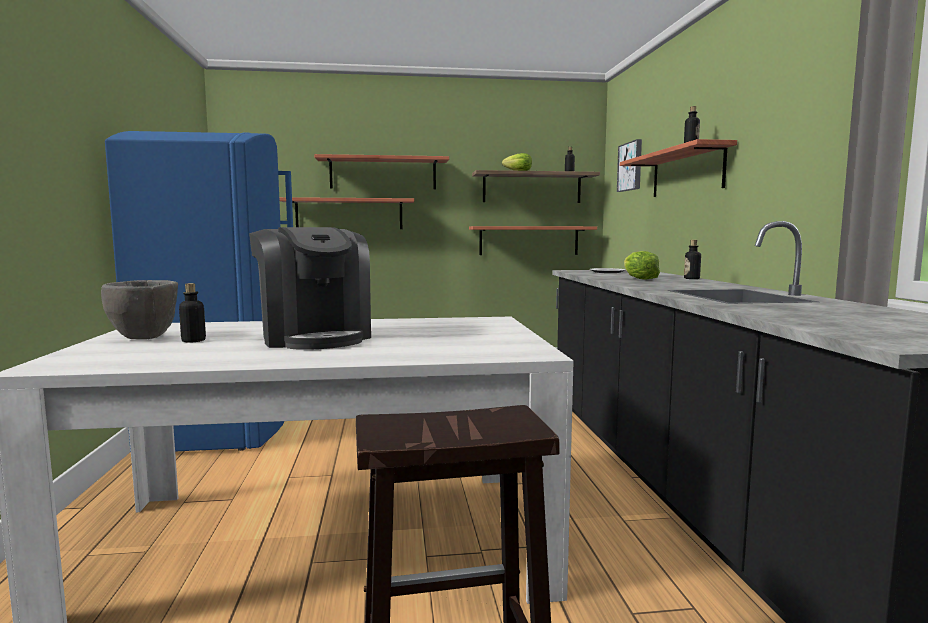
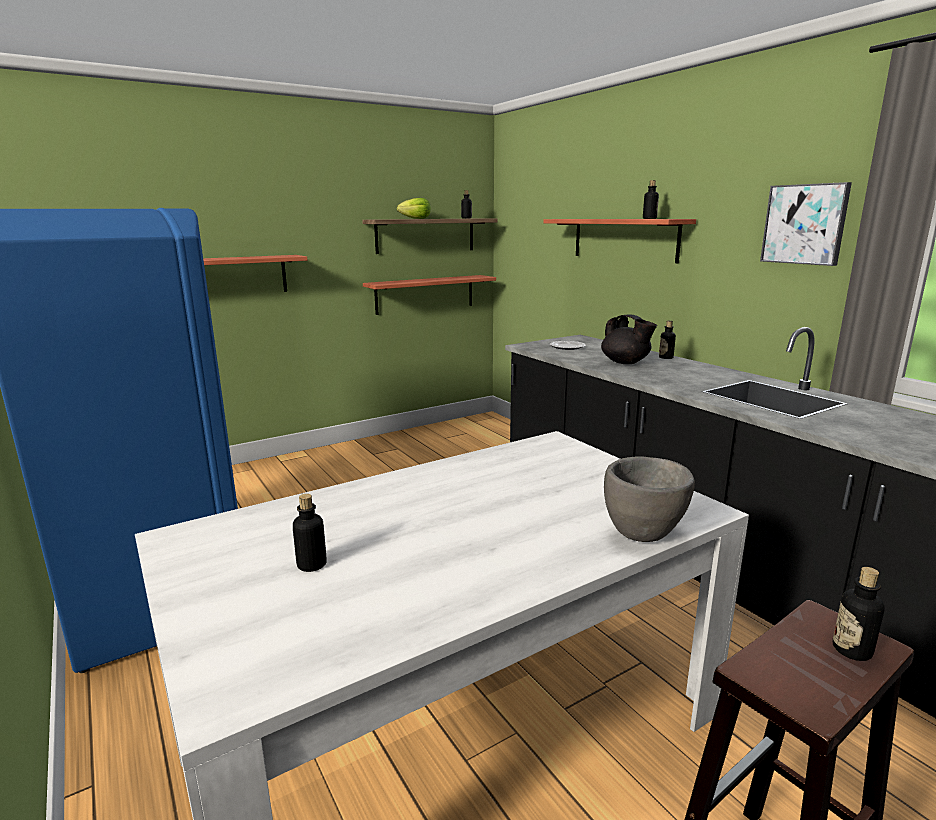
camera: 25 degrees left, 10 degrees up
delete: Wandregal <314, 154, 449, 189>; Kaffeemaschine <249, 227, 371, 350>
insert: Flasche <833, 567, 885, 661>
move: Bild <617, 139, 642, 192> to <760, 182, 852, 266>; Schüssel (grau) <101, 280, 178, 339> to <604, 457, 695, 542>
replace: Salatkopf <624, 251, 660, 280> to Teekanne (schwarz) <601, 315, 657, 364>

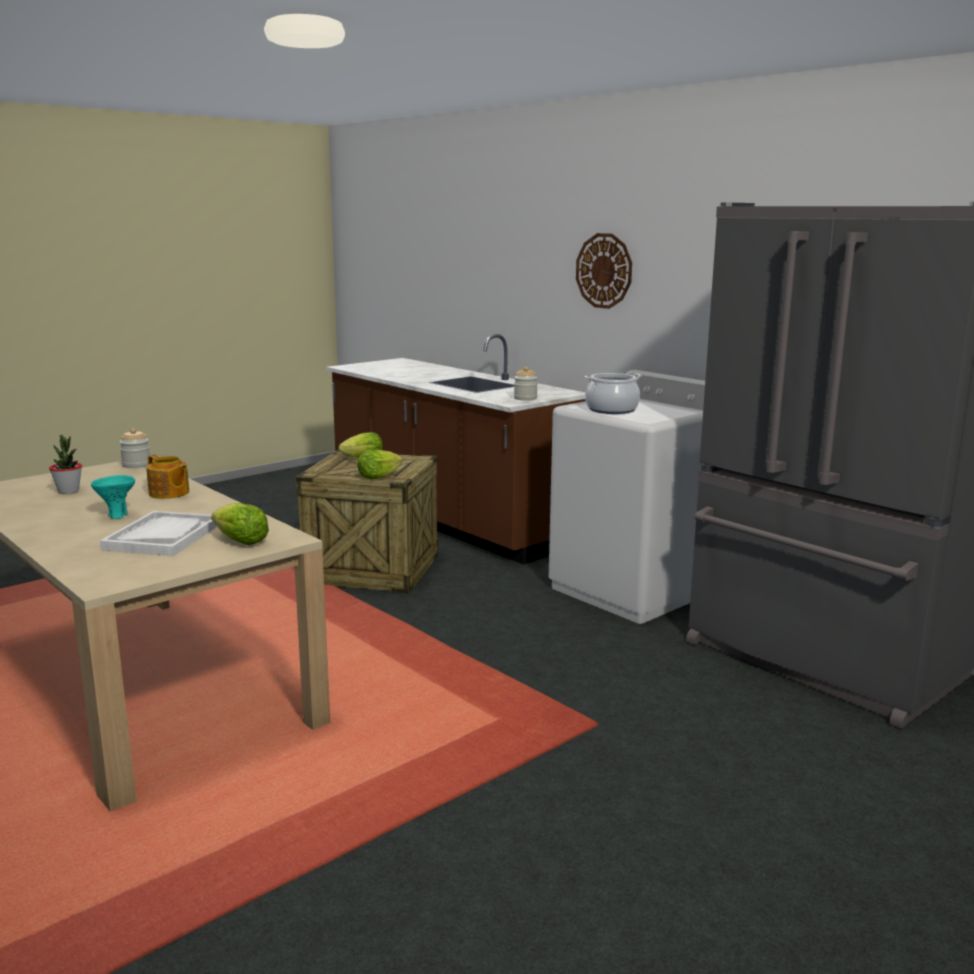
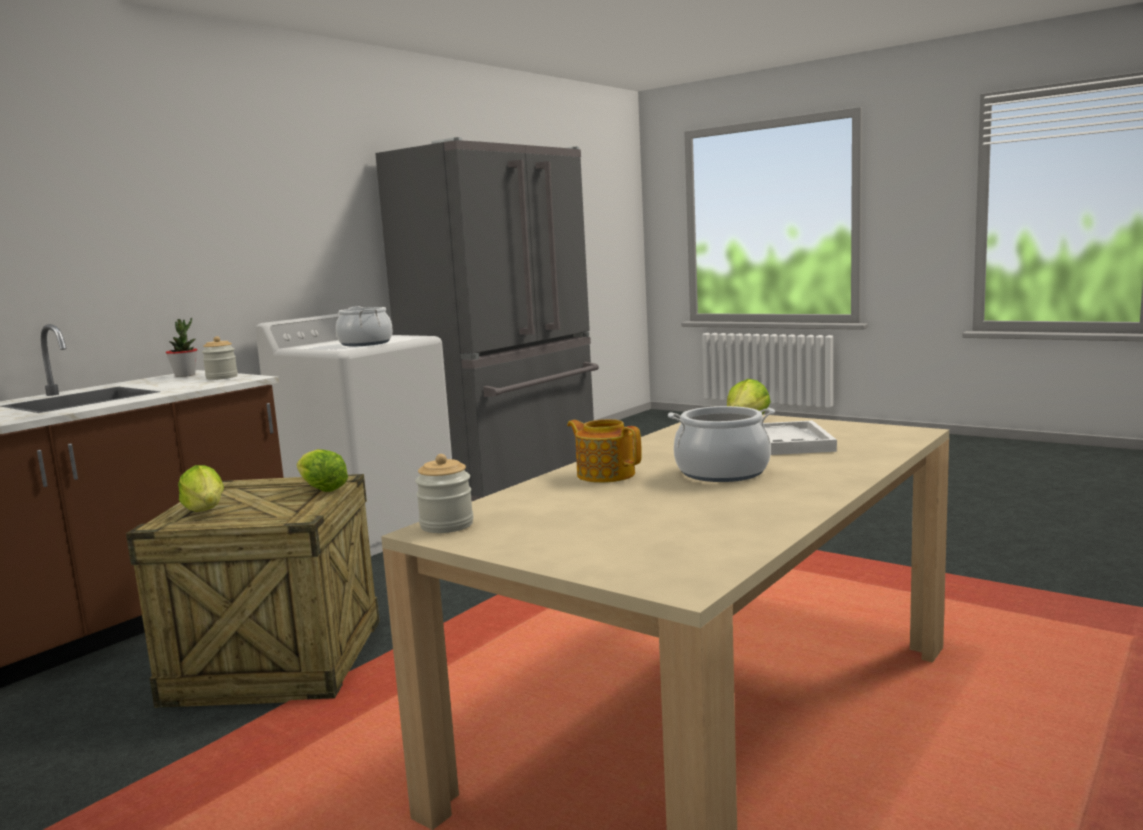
camera: 100 degrees left, 5 degrees down
delete: Wanduhr <576, 233, 632, 309>
move: Topfpflanze <49, 435, 82, 494> to <166, 318, 197, 377>
replace: Schüssel (türkis) <91, 475, 135, 519> to Kochtopf <668, 406, 775, 482>
rotate: Teekanne <146, 455, 189, 499> = <567, 419, 642, 483> 75 degrees counterclockwise

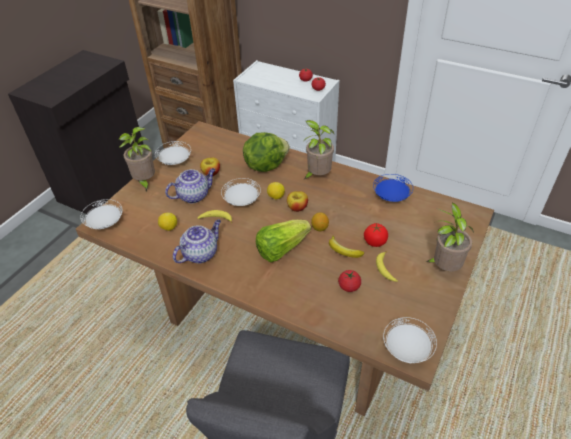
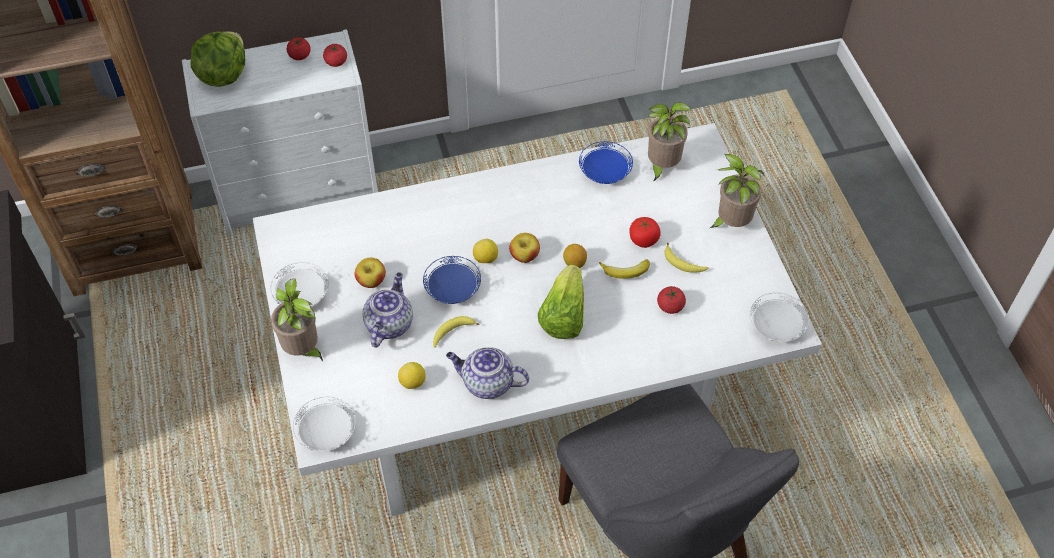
camera: 45 degrees left, 10 degrees up
move: Topfpflanze <303, 120, 335, 180> to <648, 102, 691, 182>; Salatkopf <243, 132, 290, 172> to <191, 31, 245, 87>
recolor: Esstisch (braun) <76, 121, 494, 416> to Esstisch (weiß) <253, 123, 822, 516>; Teller (weiß) <221, 178, 261, 206> to Teller (blau) <423, 256, 481, 304>
rotate: Teekanne <173, 220, 221, 263> = <446, 347, 529, 399> 75 degrees counterclockwise

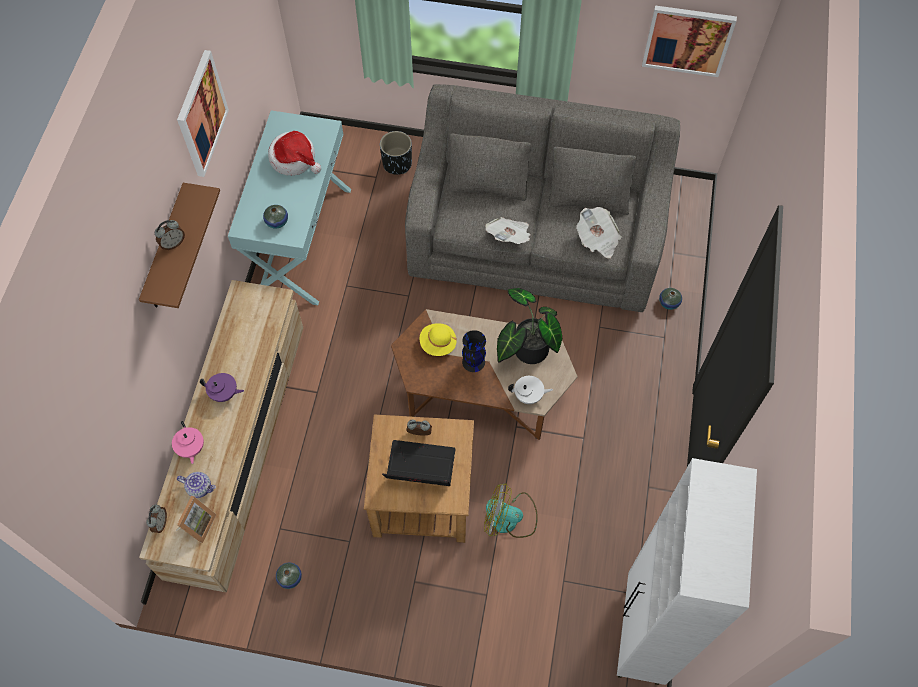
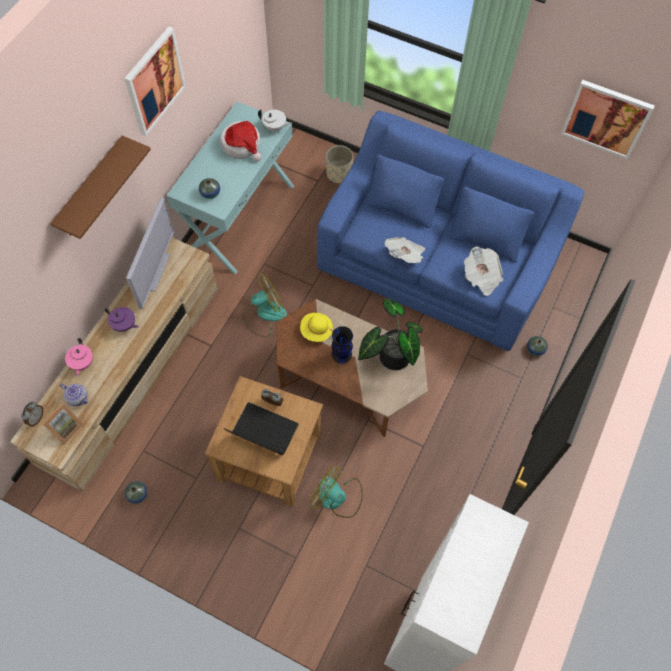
camera: 15 degrees right, 0 degrees up
delete: Wecker <155, 220, 185, 250>
insert: Fernseher <126, 197, 174, 309>; Ventilator <243, 274, 287, 337>
move: Teekanne (weiß) <508, 376, 553, 404> to <258, 109, 292, 132>
recolor: Sofa (grau) <405, 84, 680, 312> to Sofa (blau) <317, 111, 584, 351>; Pflanzkübel (schwarz) <380, 131, 412, 175> to Pflanzkübel (beige) <326, 145, 353, 183>

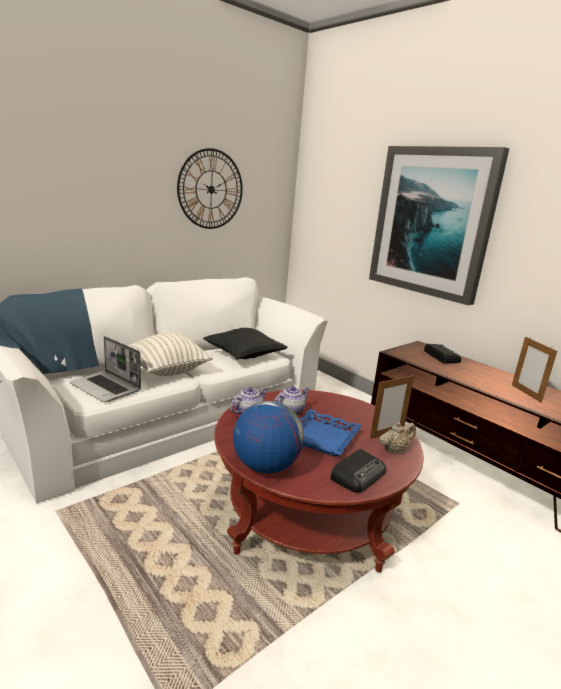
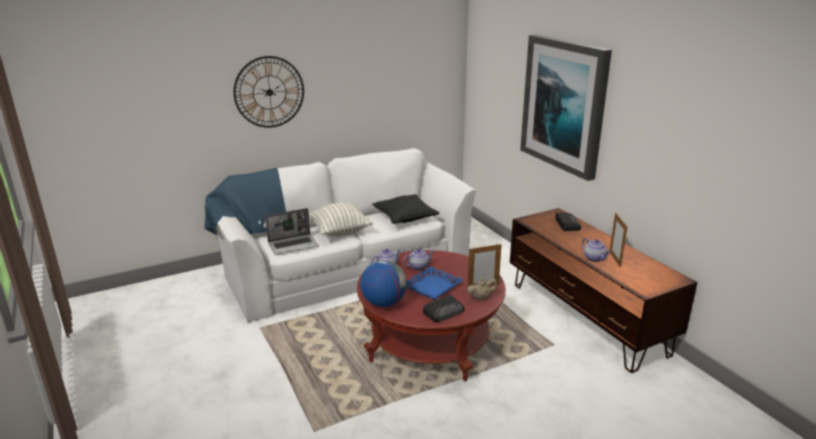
camera: 15 degrees right, 5 degrees up
insert: Teekanne <582, 238, 611, 262>
move: Wanduhr <177, 148, 243, 229> to <234, 56, 304, 128>
rotate: Laptop <70, 336, 141, 402> = <265, 208, 319, 255> 75 degrees counterclockwise

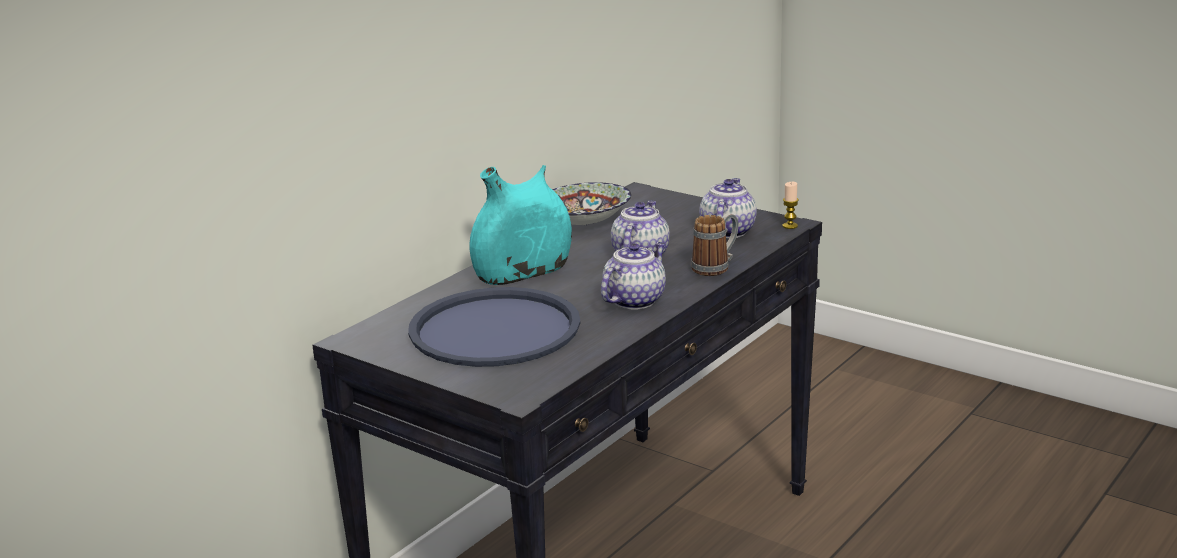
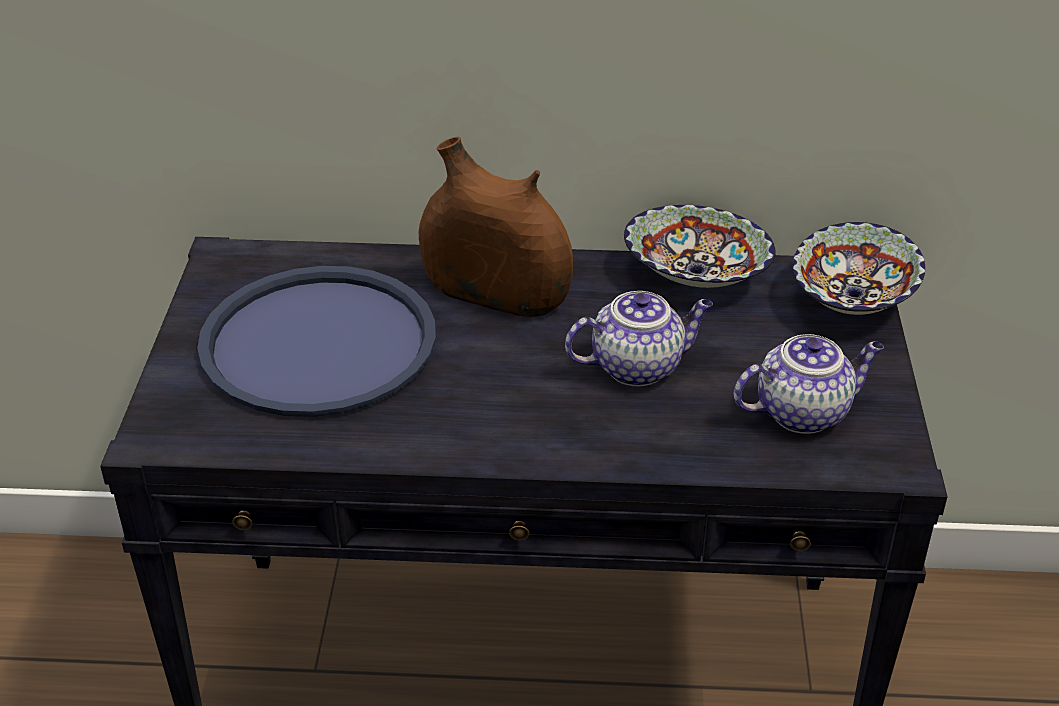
camera: 55 degrees right, 15 degrees up
delete: Kerze <782, 182, 799, 229>; Henkelbecher <691, 213, 739, 276>; Teekanne <601, 242, 666, 310>
insert: Schüssel <793, 222, 925, 315>
recolor: Vase (türkis) <469, 165, 572, 285> to Vase (braun) <419, 137, 573, 317>

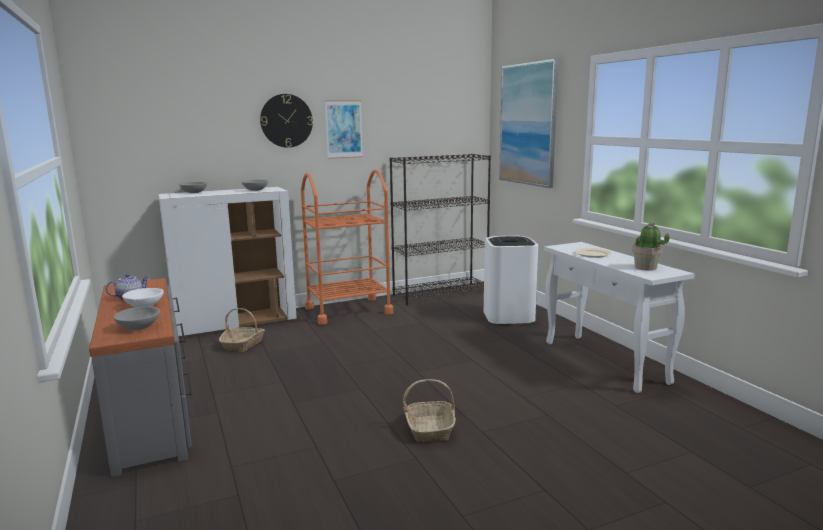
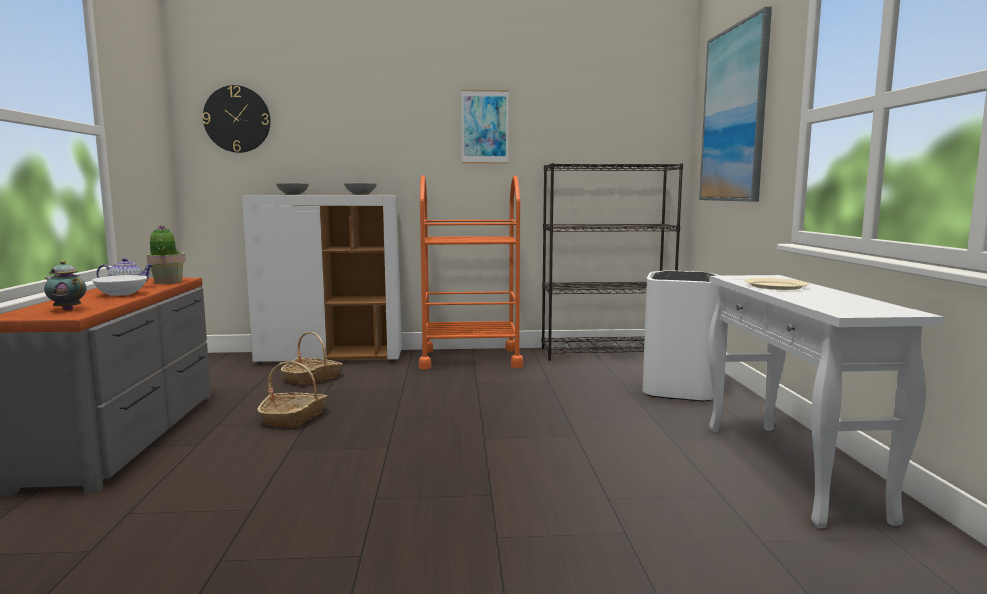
camera: 20 degrees right, 5 degrees down
move: Wanduhr <260, 94, 313, 148> to <202, 85, 271, 153>; Topfpflanze <632, 223, 670, 271> to <147, 226, 186, 284>; Korb <403, 379, 456, 442> to <257, 361, 328, 428>
replace: Schüssel (grau) <114, 306, 160, 330> to Teekanne <44, 261, 86, 310>

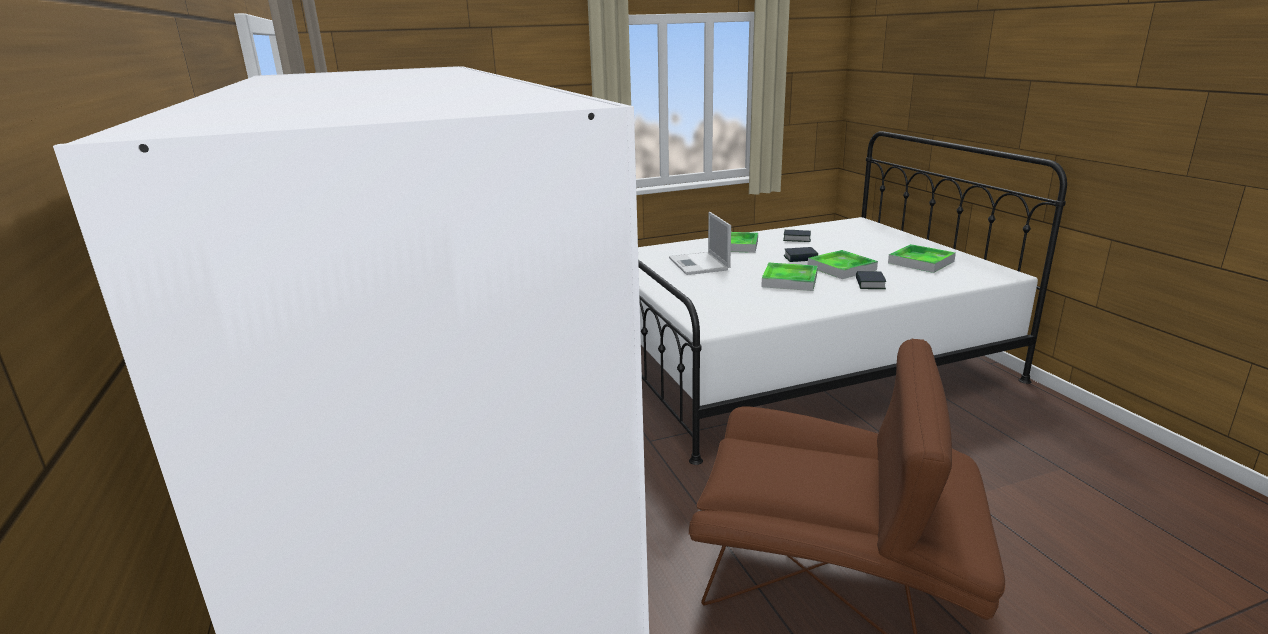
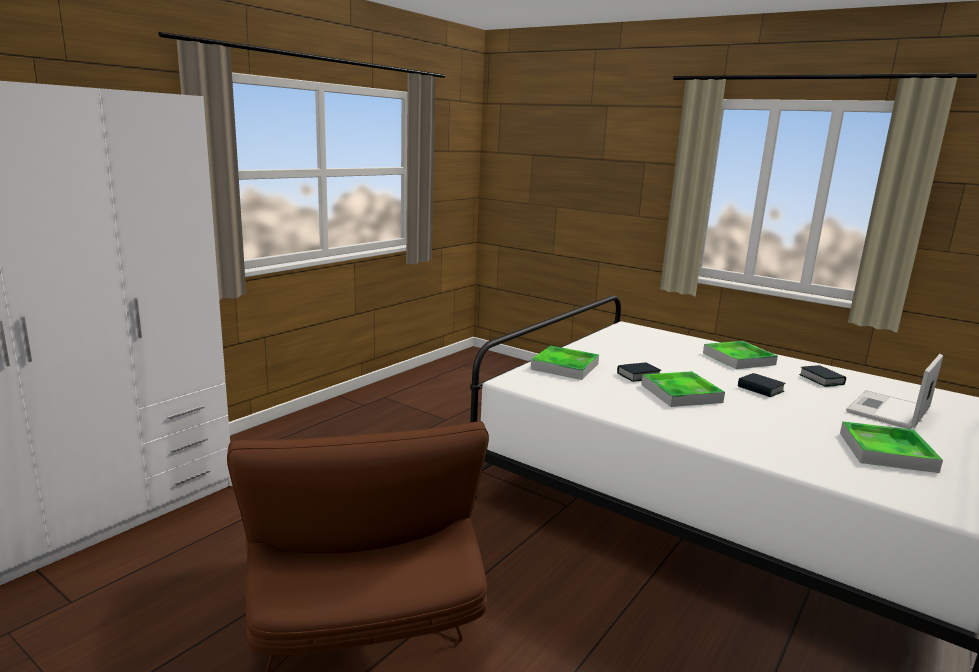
camera: 55 degrees right, 5 degrees down
move: Laptop <669, 212, 731, 275> to <846, 354, 943, 429>; Tablett <808, 250, 878, 279> to <530, 346, 599, 380>; Buch <856, 271, 886, 289> to <617, 362, 661, 382>

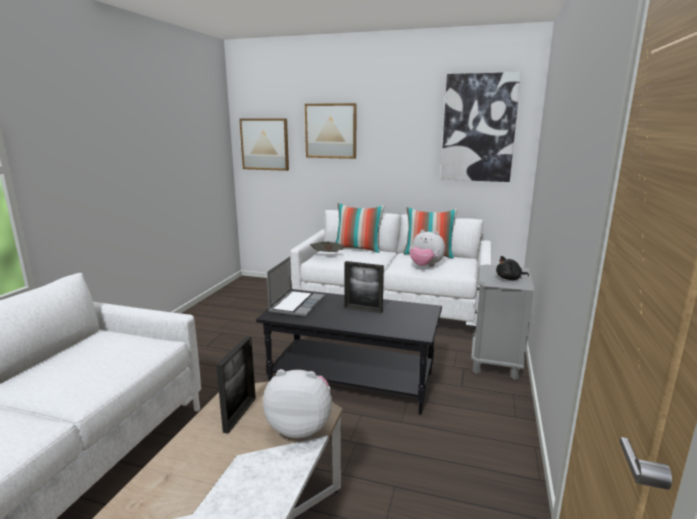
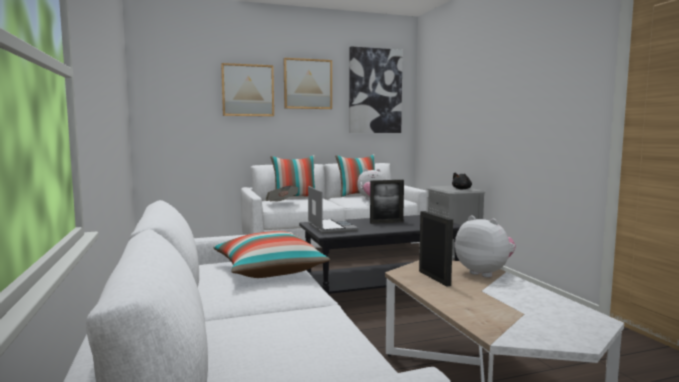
camera: 35 degrees left, 10 degrees down
insert: Kissen <213, 231, 330, 278>
move: Bild <239, 118, 289, 171> to <284, 58, 332, 109>
rotate: Plüschtier <263, 369, 332, 439> = <455, 215, 516, 278> 75 degrees clockwise

